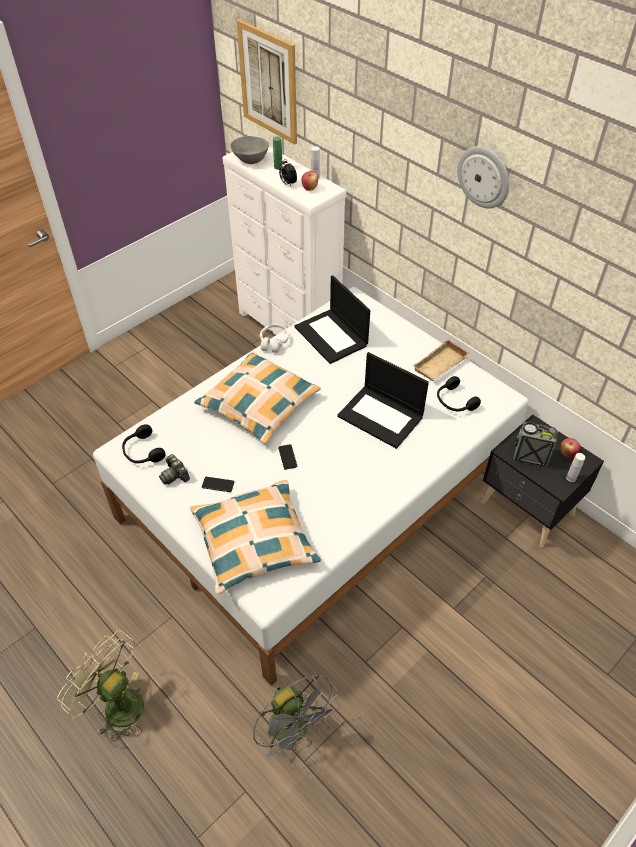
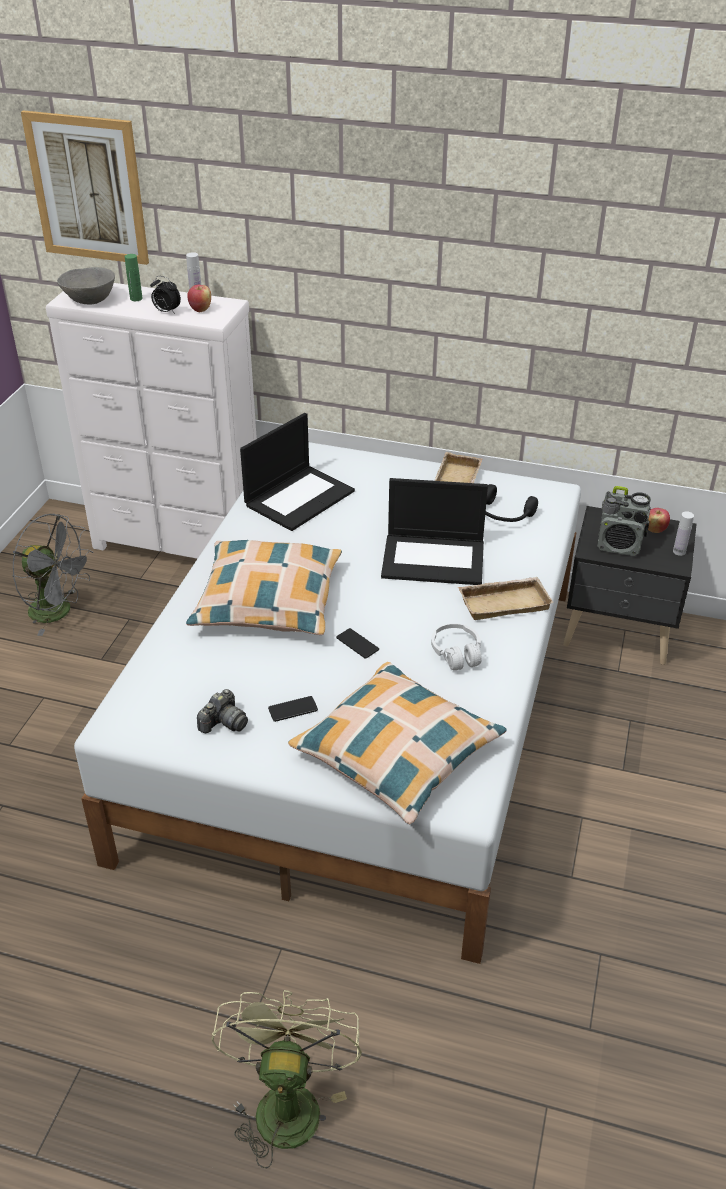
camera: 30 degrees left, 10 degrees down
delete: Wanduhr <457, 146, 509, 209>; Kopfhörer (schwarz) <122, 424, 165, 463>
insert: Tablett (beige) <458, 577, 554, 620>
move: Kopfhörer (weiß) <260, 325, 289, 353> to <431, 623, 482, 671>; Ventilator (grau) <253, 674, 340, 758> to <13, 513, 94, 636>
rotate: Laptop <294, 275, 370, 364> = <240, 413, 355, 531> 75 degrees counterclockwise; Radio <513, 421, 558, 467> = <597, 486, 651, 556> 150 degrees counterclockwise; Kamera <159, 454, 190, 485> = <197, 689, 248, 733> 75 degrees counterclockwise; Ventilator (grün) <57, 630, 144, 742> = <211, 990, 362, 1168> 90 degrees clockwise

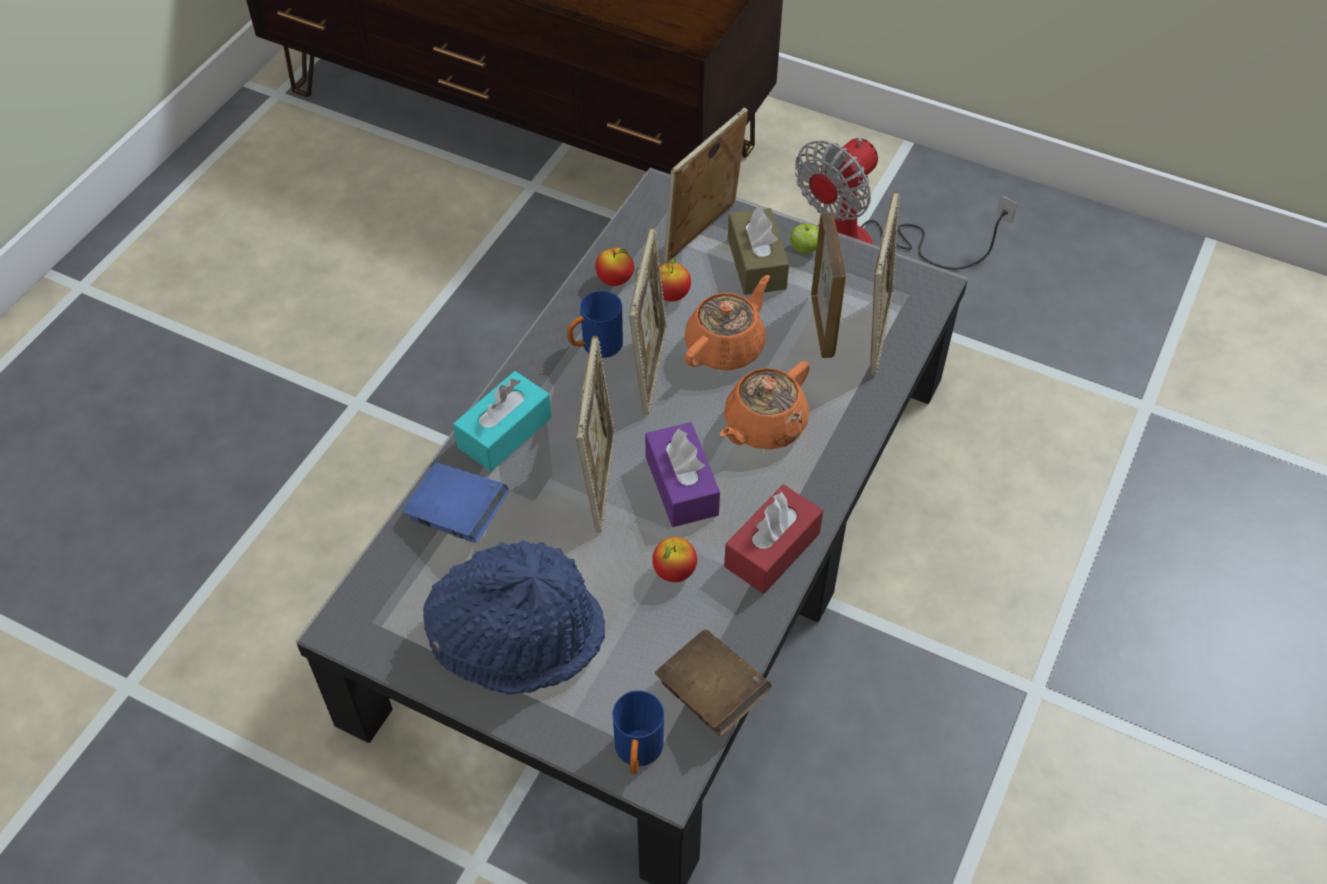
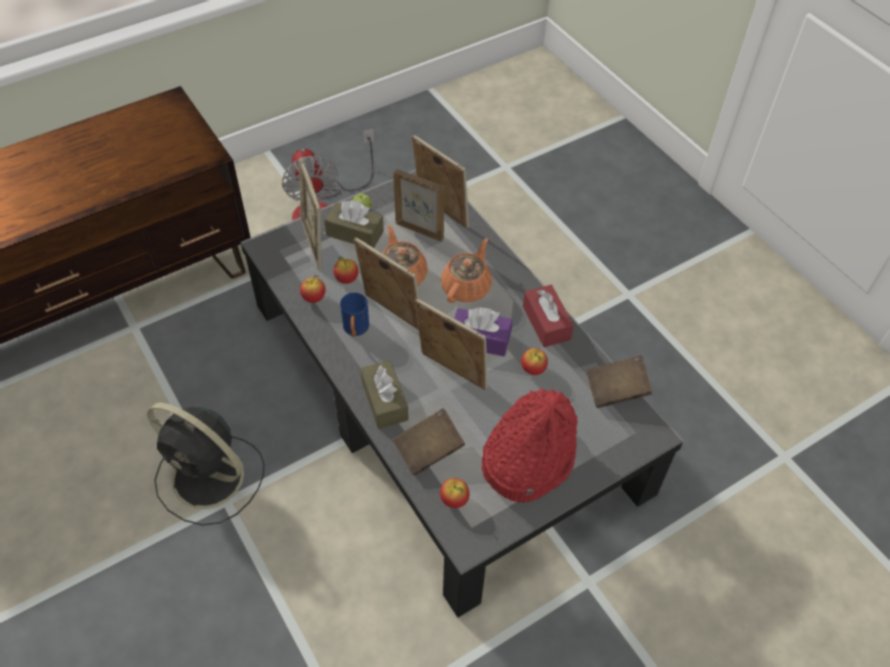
camera: 60 degrees left, 0 degrees up
delete: Henkelbecher (blau) <613, 690, 664, 774>
insert: Ventilator (schwarz) <147, 402, 264, 526>; Apfel <440, 478, 469, 508>
recolor: Taschentuchbox (türkis) <453, 371, 551, 471> to Taschentuchbox (braun) <360, 360, 409, 429>; Buch (blau) <402, 463, 509, 543> to Buch (braun) <393, 408, 465, 475>; Hut (blau) <423, 540, 605, 694> to Hut (rot) <482, 388, 578, 503>
rotate: Teekanne (orange) <720, 361, 810, 450> = <441, 238, 492, 303> 135 degrees counterclockwise

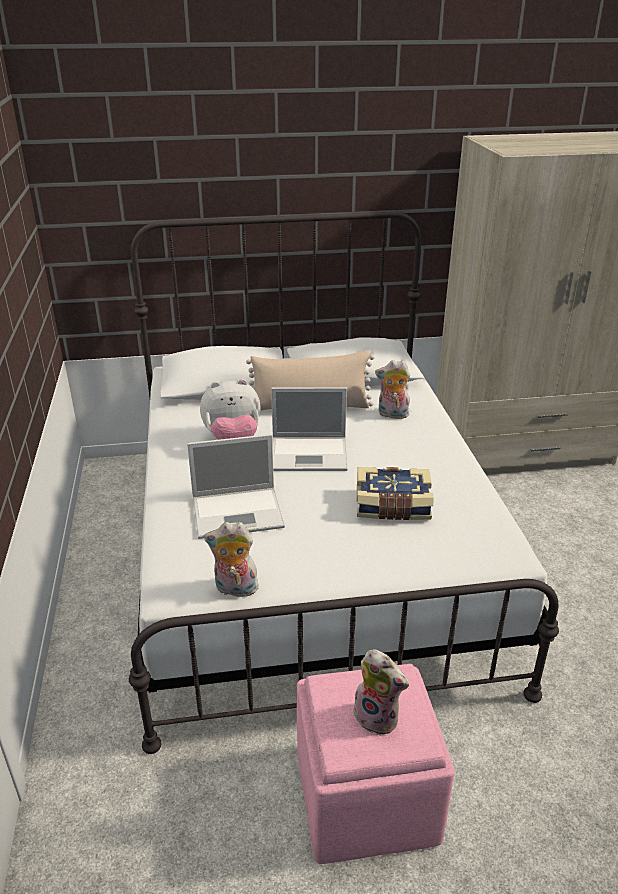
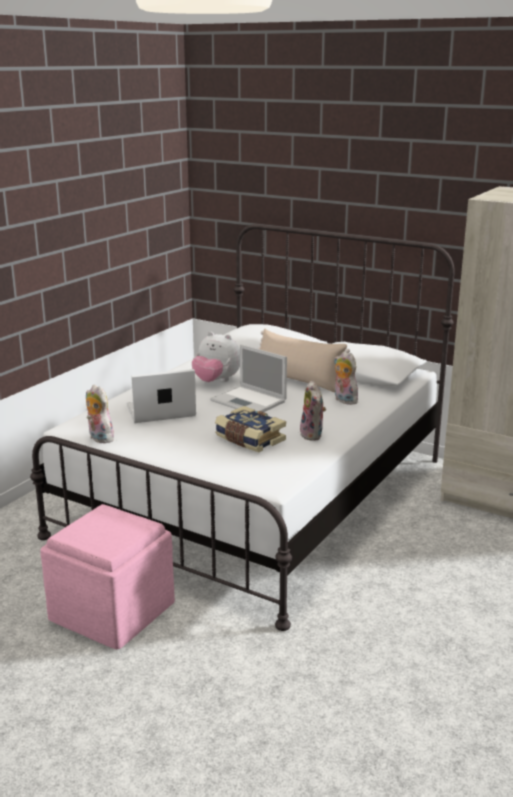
camera: 40 degrees right, 10 degrees down
move: Plüschtier <353, 649, 409, 736> to <300, 380, 326, 441>
rotate: Laptop <187, 434, 285, 539> = <127, 369, 196, 423> 135 degrees clockwise

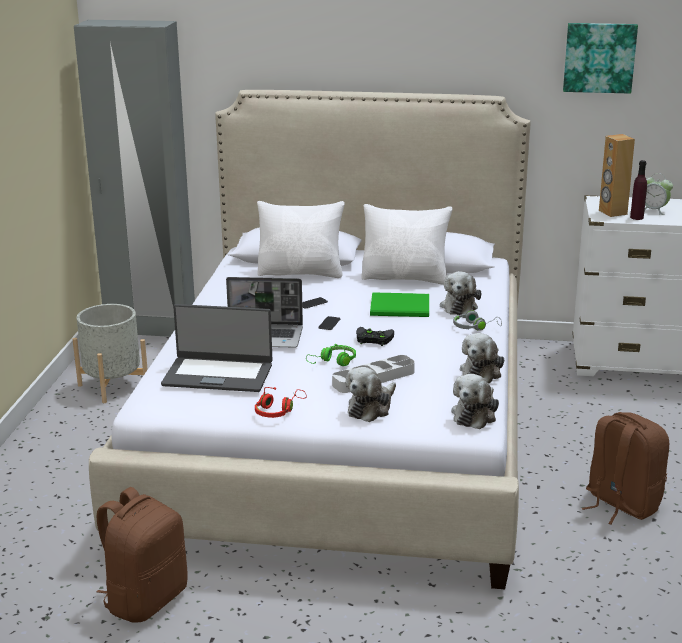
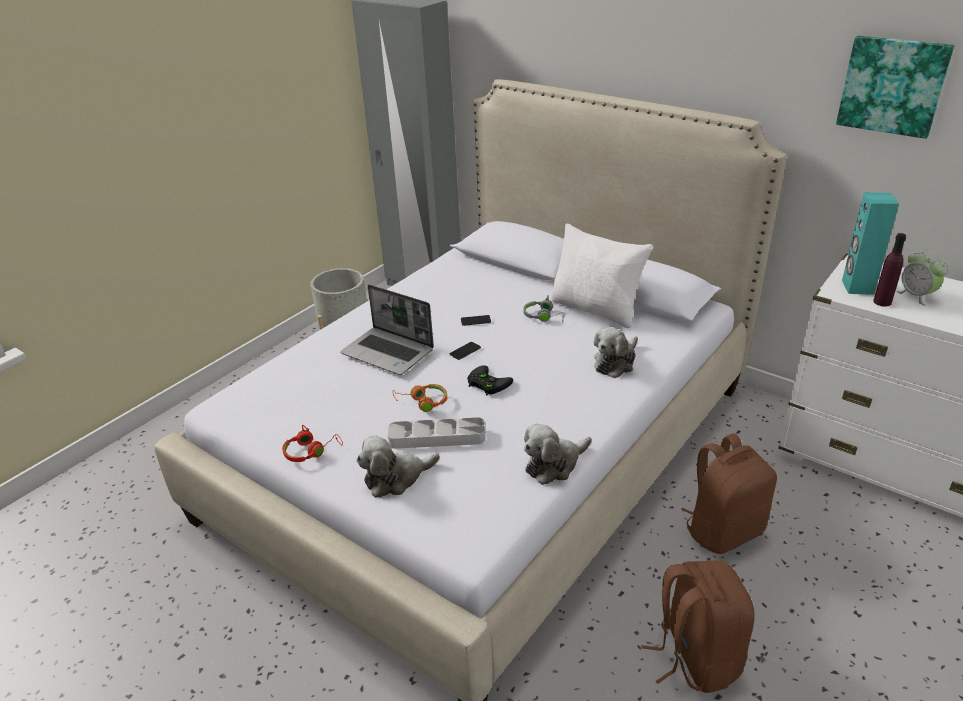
camera: 30 degrees right, 10 degrees up
delete: Kissen (weiß) <257, 201, 345, 278>; Buch (grün) <370, 292, 429, 317>; Laptop <161, 304, 273, 392>; Plüschtier <451, 374, 499, 429>
move: Kopfhörer (grau) <453, 305, 502, 331> to <523, 295, 564, 322>; Rucksack (braun) <96, 487, 188, 623> to <681, 434, 777, 554>
recolor: Lautsprecher (braun) <599, 134, 635, 217> to Lautsprecher (türkis) <842, 192, 899, 295>; Kopfhörer (grün) <306, 344, 356, 366> to Kopfhörer (orange) <393, 384, 447, 412>

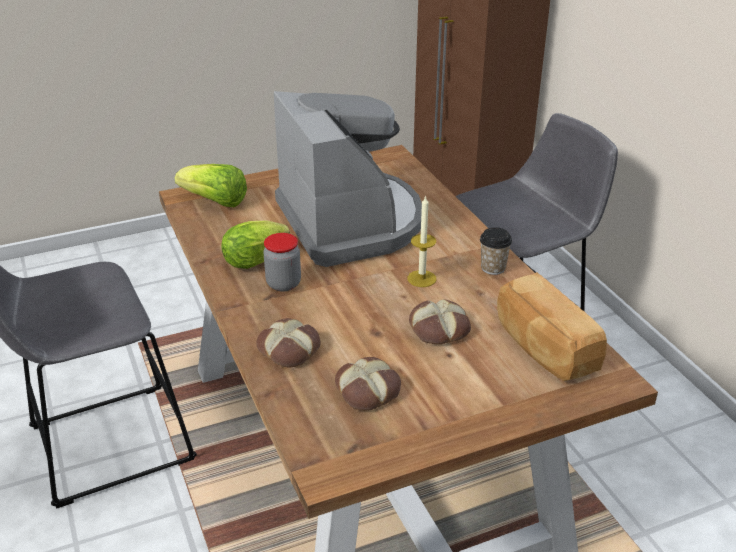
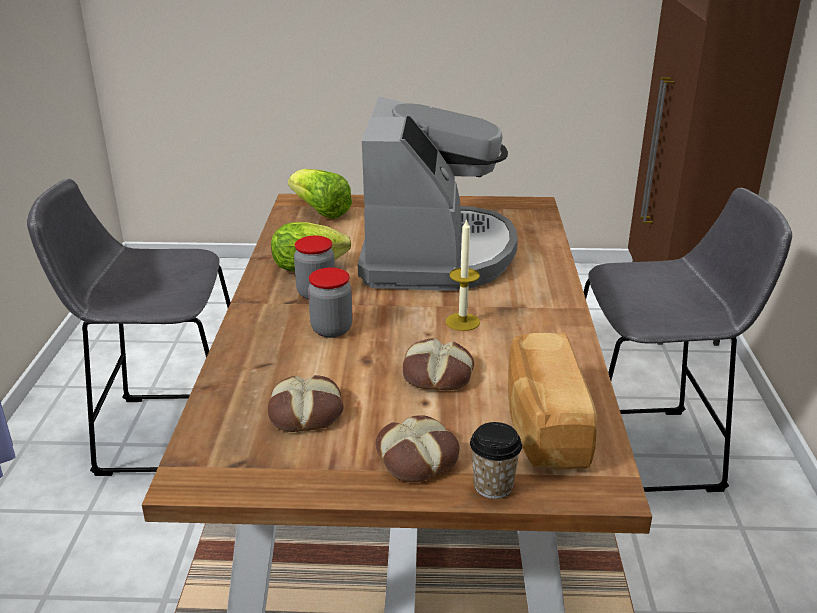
camera: 25 degrees right, 5 degrees down
insert: Vorratsglas <308, 267, 353, 338>
move: Tasse <480, 227, 512, 275> to <470, 422, 522, 499>; Brot <256, 318, 321, 367> to <376, 415, 460, 482>

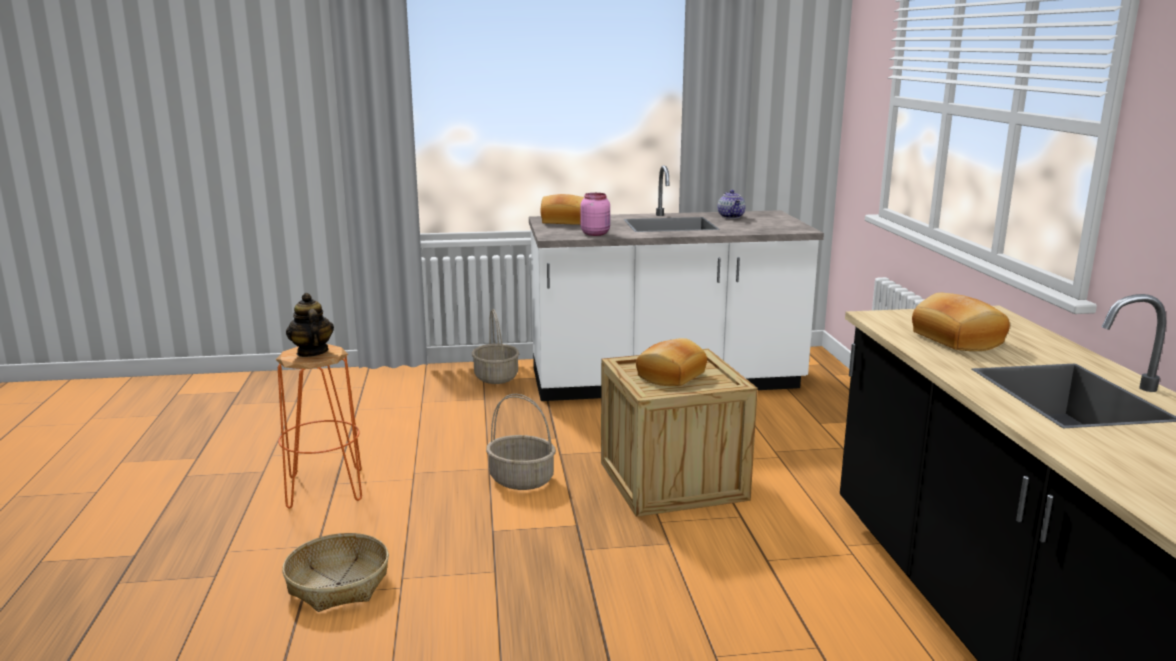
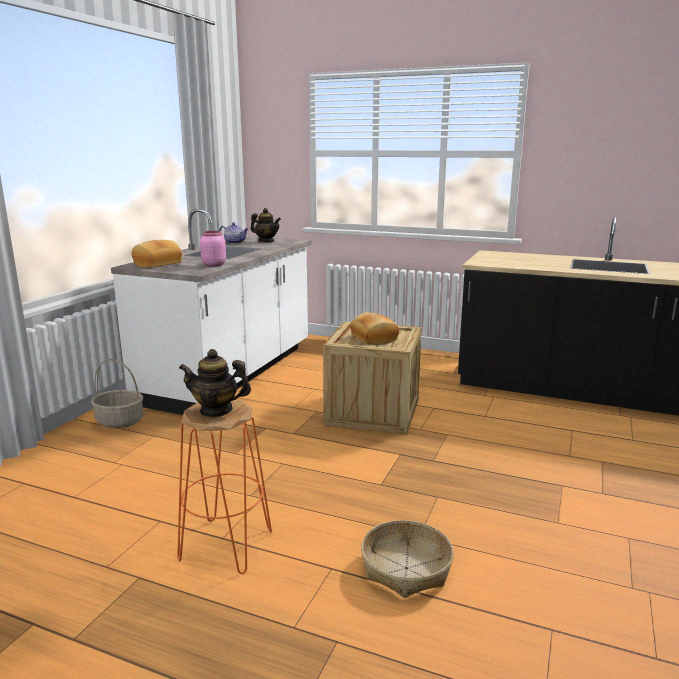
camera: 60 degrees left, 0 degrees up
delete: Brot <912, 293, 1010, 351>; Korb <486, 394, 556, 490>
insert: Teekanne <251, 208, 281, 242>

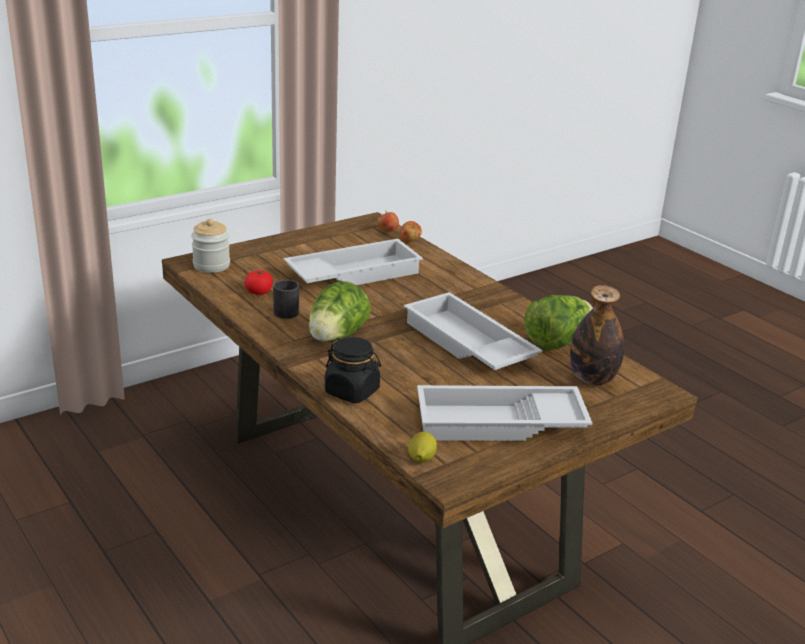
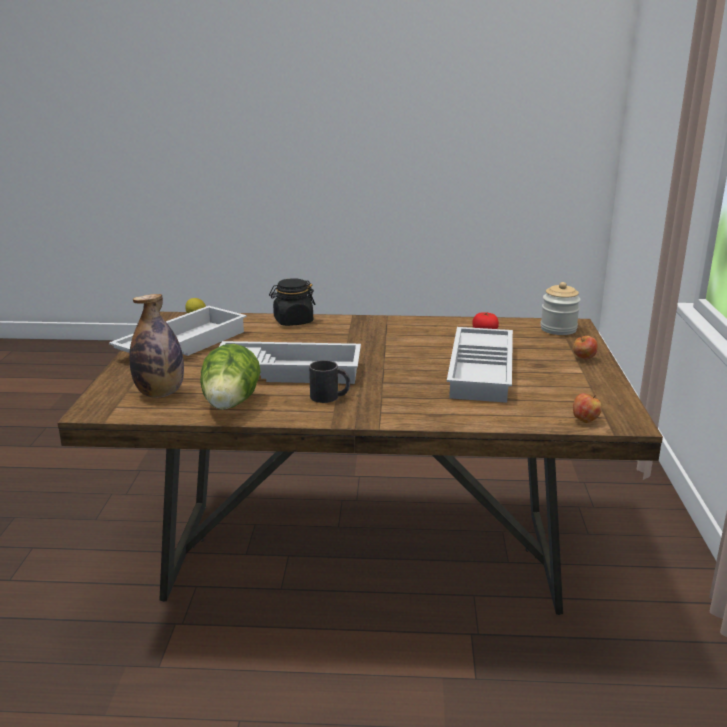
camera: 130 degrees right, 5 degrees down
delete: Salatkopf <309, 281, 371, 341>
move: Apfel <400, 221, 422, 242> to <573, 336, 598, 359>; Henkelbecher (schwarz) <273, 280, 299, 319> to <309, 360, 350, 403>

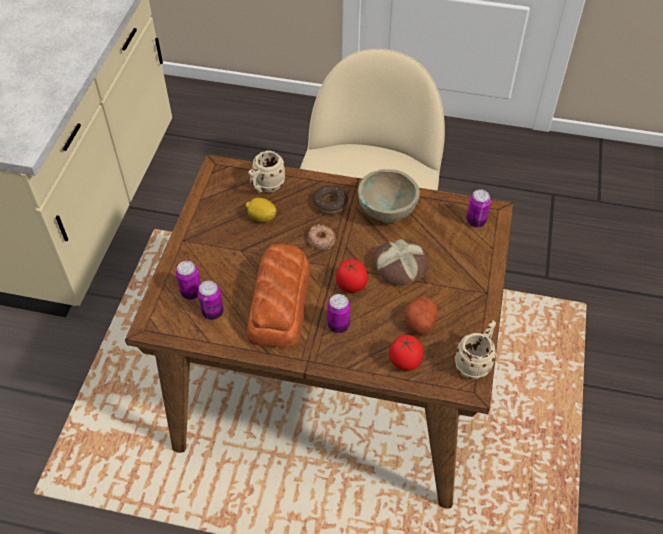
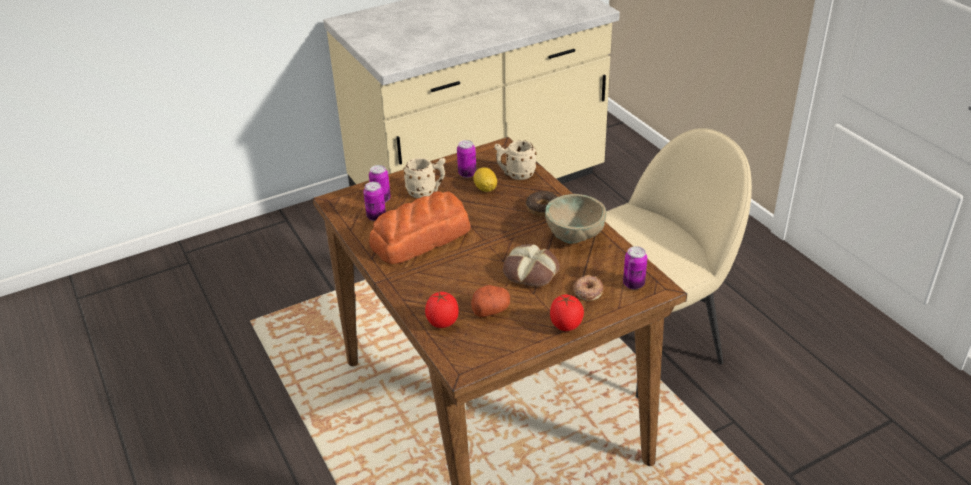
camera: 50 degrees right, 15 degrees down
move: Donut <308, 224, 336, 250> to <573, 275, 603, 301>; Tomate <336, 259, 368, 293> to <550, 294, 584, 331>; Dose <327, 294, 350, 333> to <457, 140, 476, 178>; Henkelbecher (beige) <454, 320, 497, 380> to <404, 158, 446, 198>

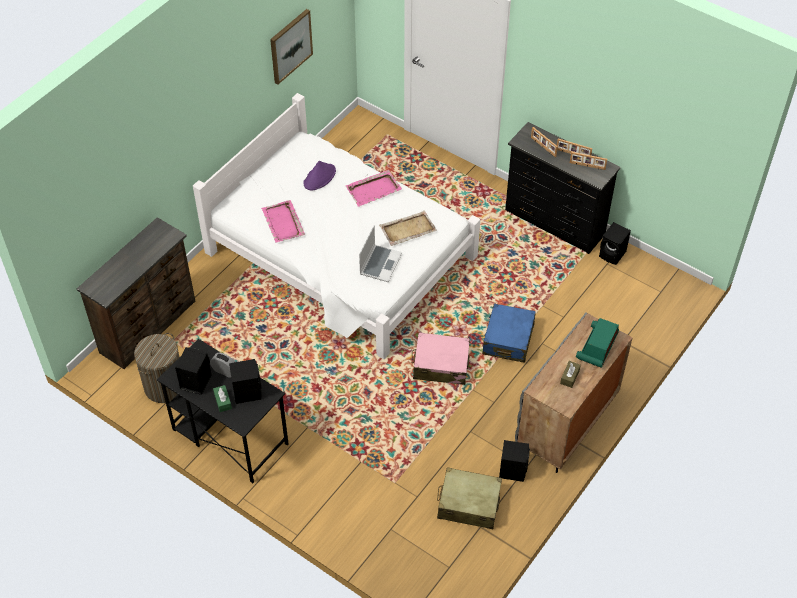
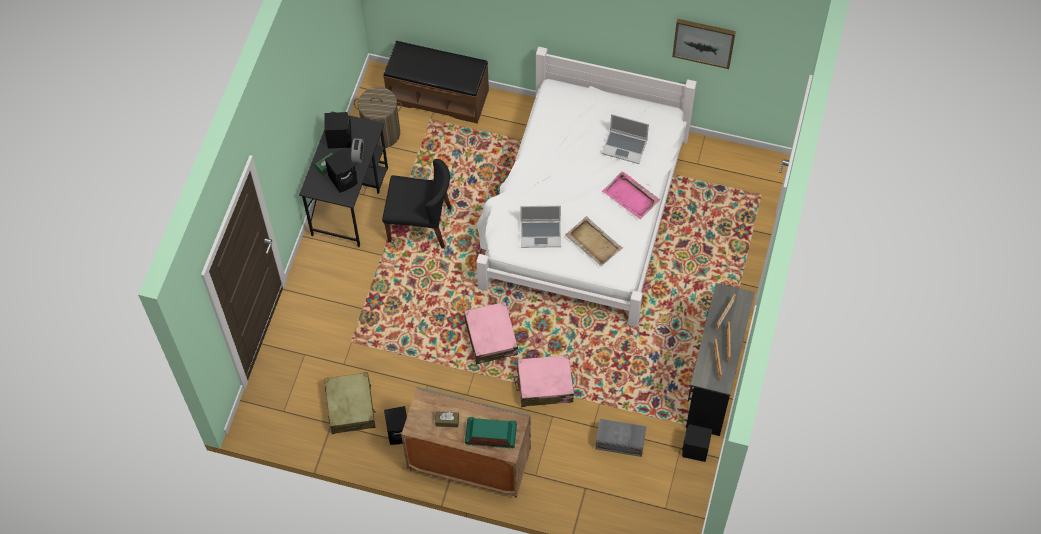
camera: 70 degrees right, 10 degrees up
delete: Tablett (rosa) <261, 200, 305, 243>
insert: Stuhl (schwarz) <382, 159, 451, 249>; Aufbewahrungsbox (grau) <595, 419, 647, 457>
replace: Hut (lila) <303, 161, 336, 190> to Laptop <602, 114, 649, 164>; Kommode (braun) <77, 217, 195, 369> to Bank (braun) <383, 41, 489, 124>
recolor: Koffer (blau) <482, 304, 536, 363> to Koffer (rosa) <514, 355, 574, 407>

